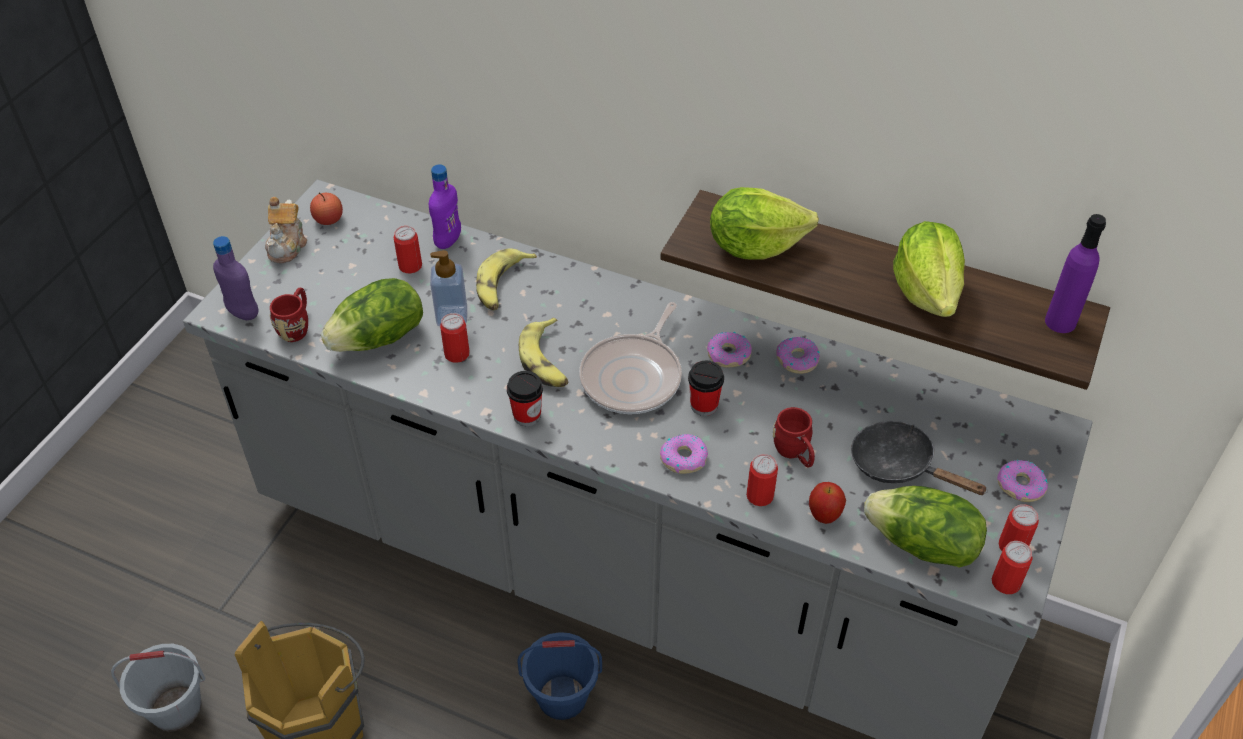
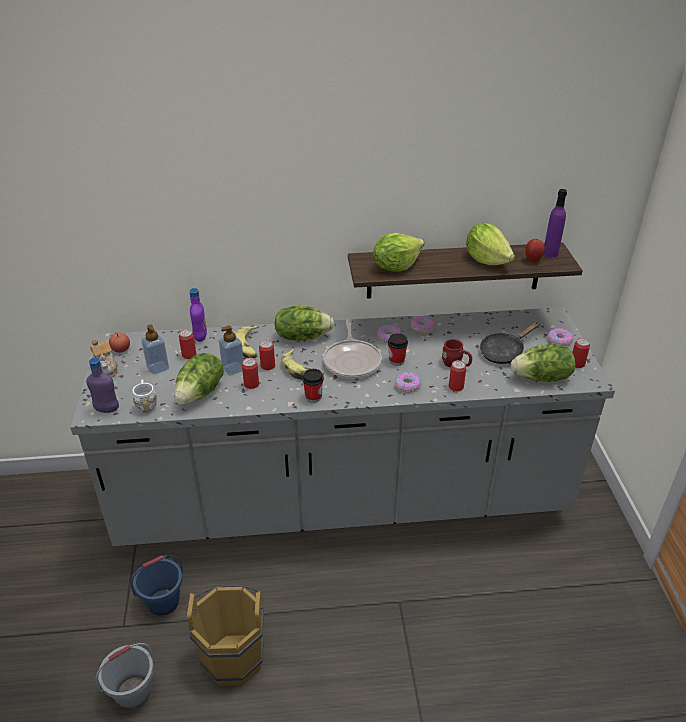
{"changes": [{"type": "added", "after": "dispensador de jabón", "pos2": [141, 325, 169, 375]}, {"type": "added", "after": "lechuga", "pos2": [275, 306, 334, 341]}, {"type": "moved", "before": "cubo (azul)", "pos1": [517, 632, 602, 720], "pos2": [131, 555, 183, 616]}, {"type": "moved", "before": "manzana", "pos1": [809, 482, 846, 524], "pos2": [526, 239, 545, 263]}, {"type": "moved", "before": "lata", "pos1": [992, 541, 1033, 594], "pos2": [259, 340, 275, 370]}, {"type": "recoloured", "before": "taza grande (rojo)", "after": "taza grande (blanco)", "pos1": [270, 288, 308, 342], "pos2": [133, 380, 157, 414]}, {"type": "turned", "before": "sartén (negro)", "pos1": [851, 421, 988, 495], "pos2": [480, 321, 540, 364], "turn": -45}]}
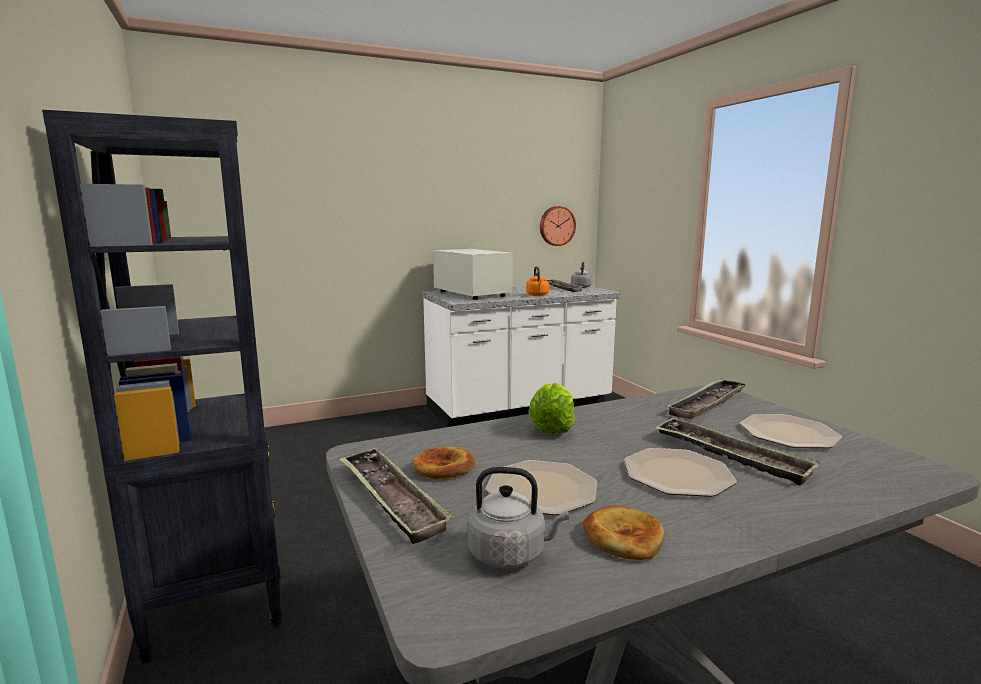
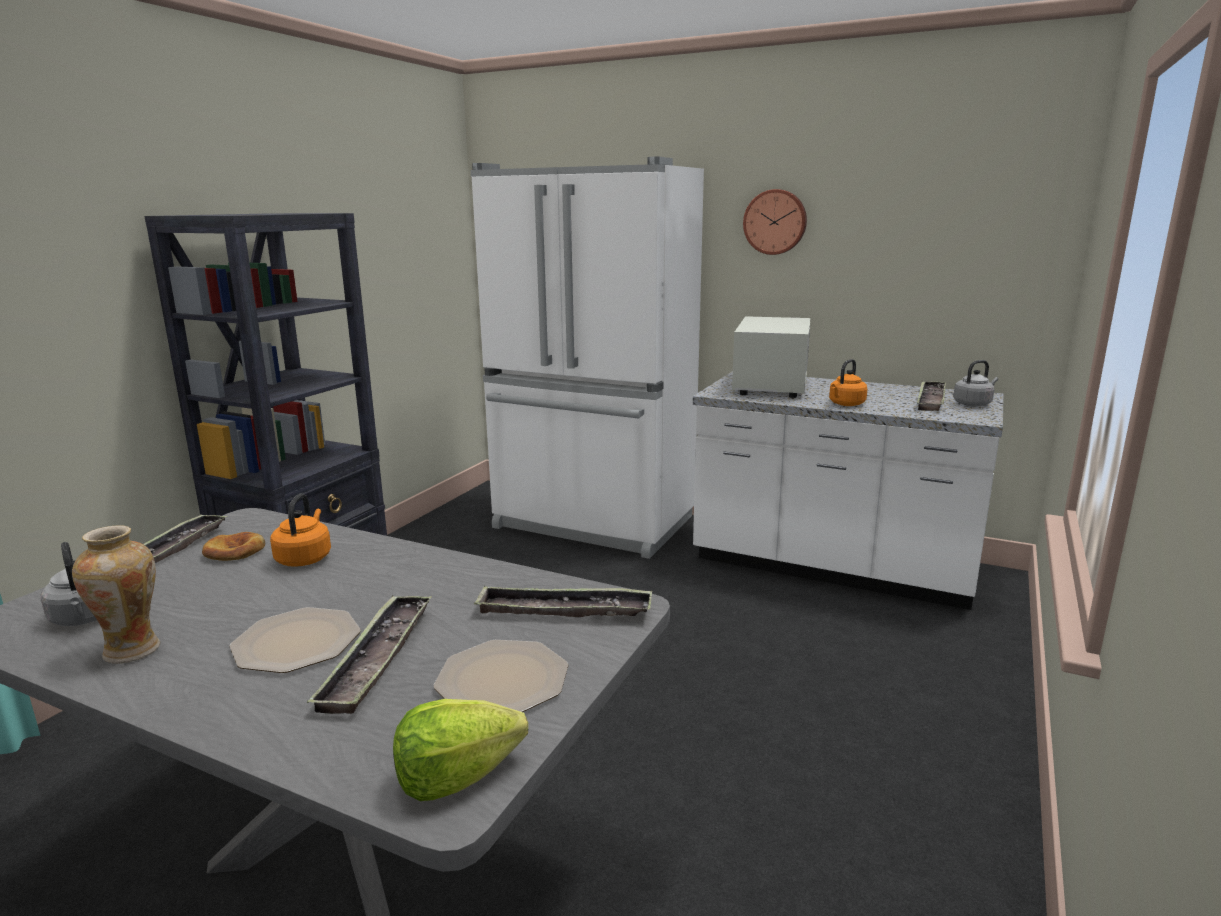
{"changes": [{"type": "removed", "before": "plato", "pos1": [485, 460, 597, 515]}, {"type": "added", "after": "hervidor (naranja)", "pos2": [270, 493, 331, 567]}, {"type": "added", "after": "nevera (blanco)", "pos2": [471, 157, 704, 559]}, {"type": "moved", "before": "lechuga", "pos1": [528, 383, 575, 435], "pos2": [393, 699, 528, 801]}, {"type": "moved", "before": "reloj de pared", "pos1": [540, 206, 576, 246], "pos2": [743, 189, 807, 255]}, {"type": "replaced", "before": "pan", "after": "florero", "pos1": [583, 506, 665, 560], "pos2": [72, 525, 160, 664]}]}
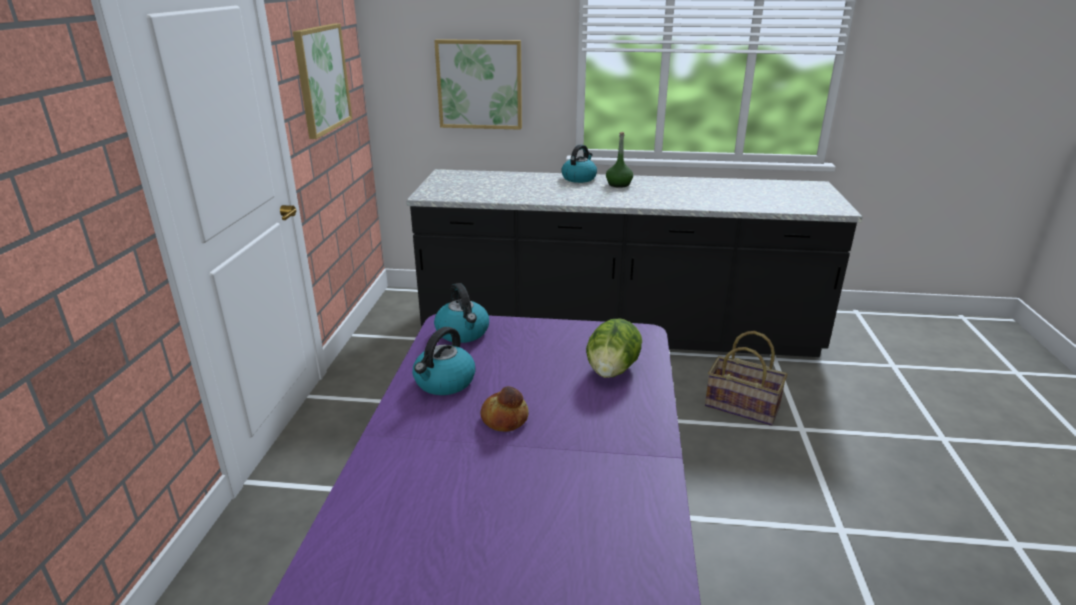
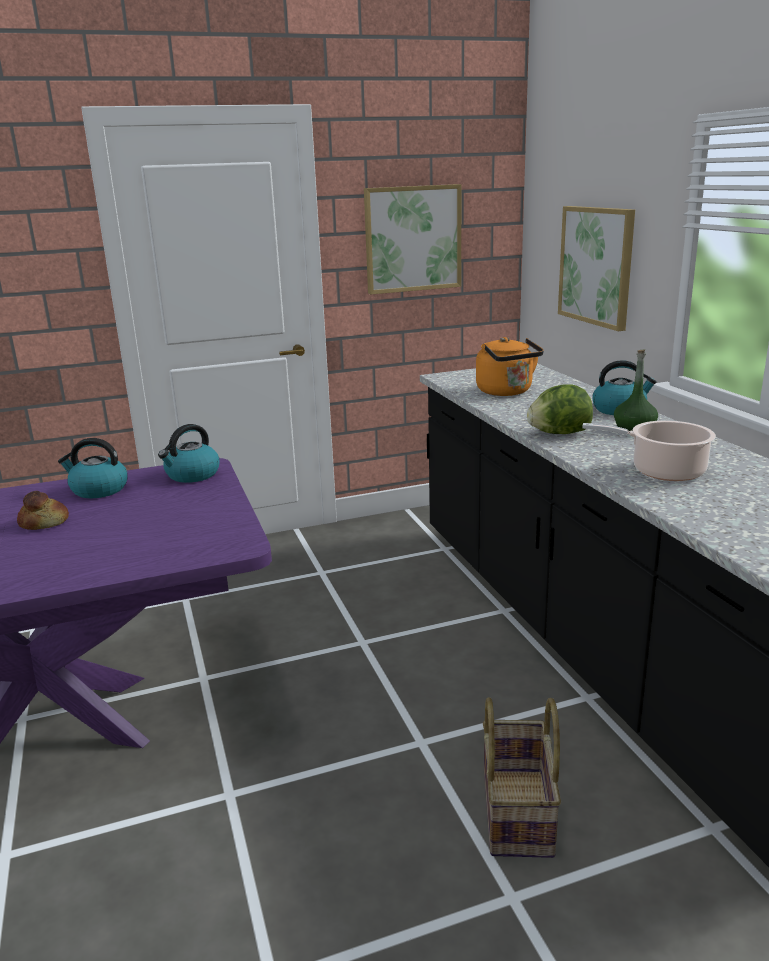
{"changes": [{"type": "added", "after": "hervidor (naranja)", "pos2": [476, 337, 544, 396]}, {"type": "added", "after": "olla", "pos2": [582, 421, 716, 481]}, {"type": "moved", "before": "lechuga", "pos1": [586, 318, 642, 378], "pos2": [527, 384, 593, 434]}]}
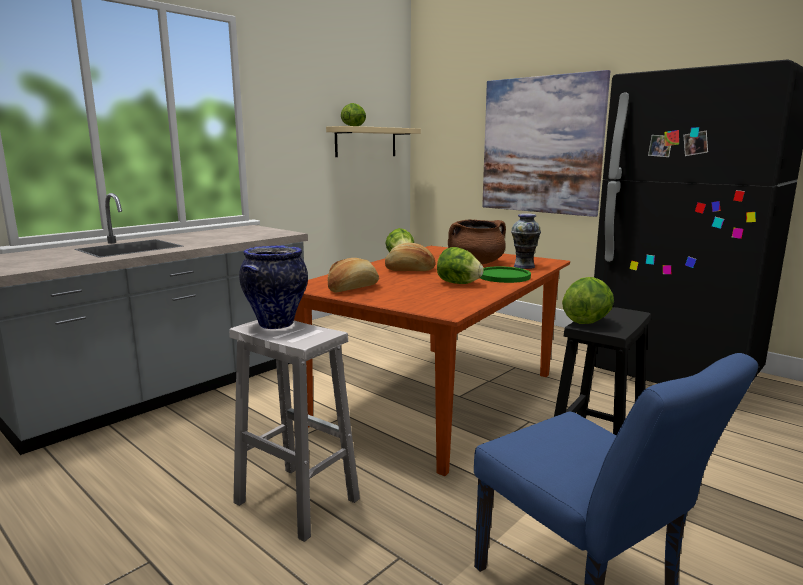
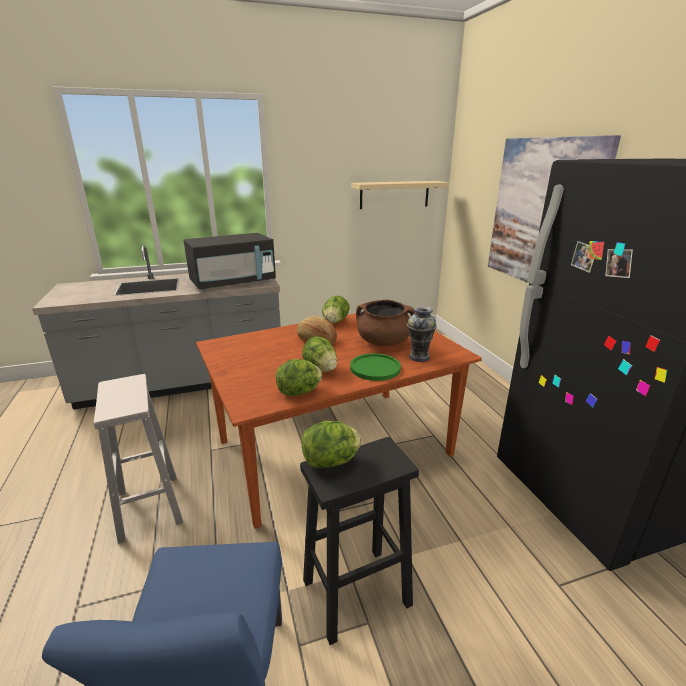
{"changes": [{"type": "removed", "before": "florero", "pos1": [239, 245, 308, 329]}, {"type": "removed", "before": "pan", "pos1": [328, 258, 379, 292]}, {"type": "added", "after": "microondas (negro)", "pos2": [184, 233, 276, 290]}, {"type": "moved", "before": "lechuga", "pos1": [341, 103, 366, 126], "pos2": [276, 359, 322, 396]}]}
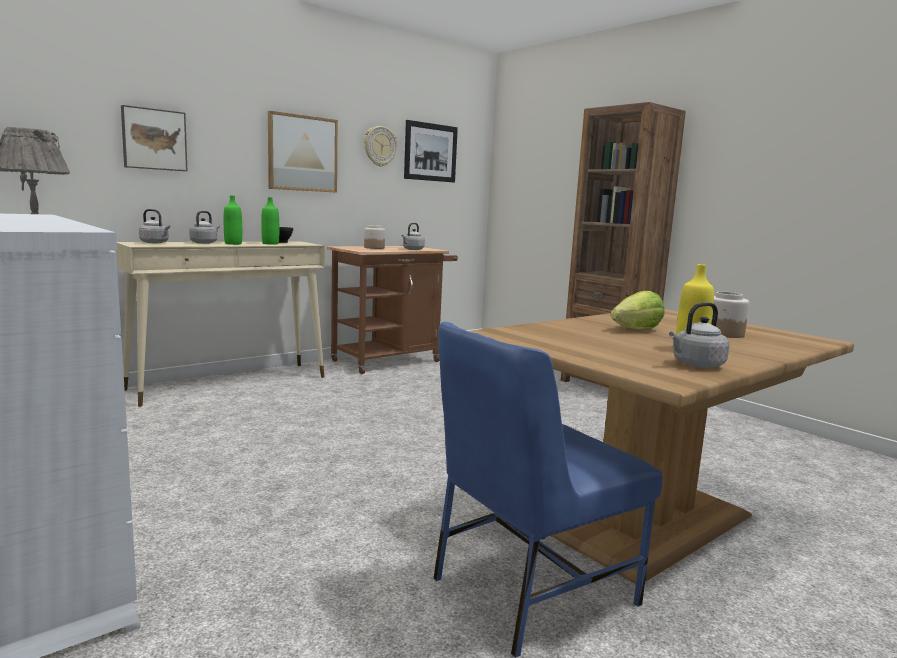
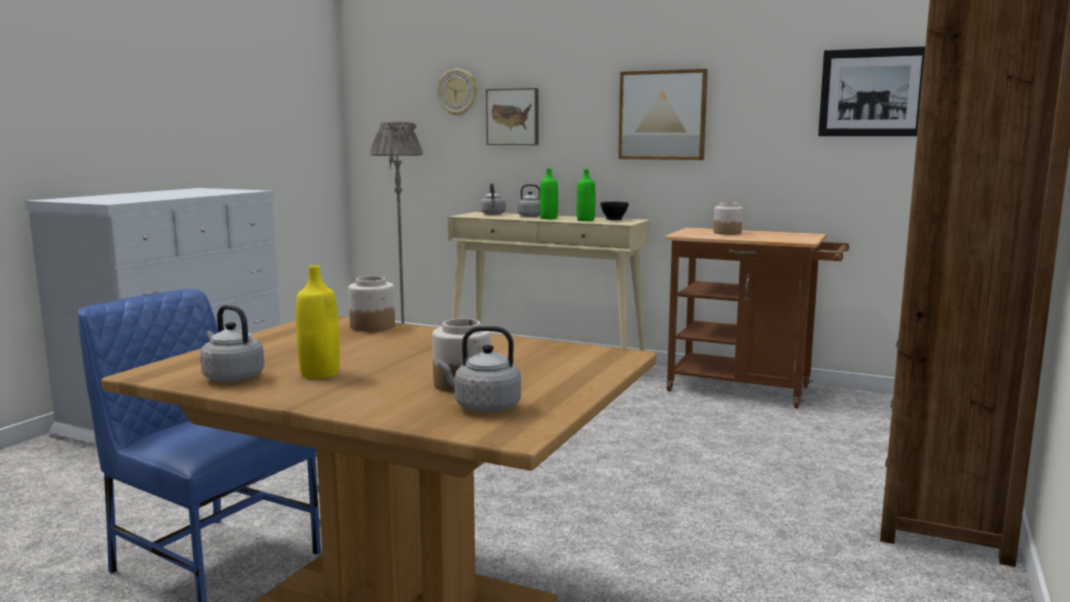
{"changes": [{"type": "removed", "before": "lechuga", "pos1": [611, 291, 664, 329]}, {"type": "added", "after": "tarro", "pos2": [348, 276, 395, 332]}, {"type": "moved", "before": "reloj de pared", "pos1": [364, 126, 397, 167], "pos2": [437, 69, 477, 116]}, {"type": "moved", "before": "hervidor (gris)", "pos1": [402, 223, 425, 250], "pos2": [438, 326, 521, 413]}]}
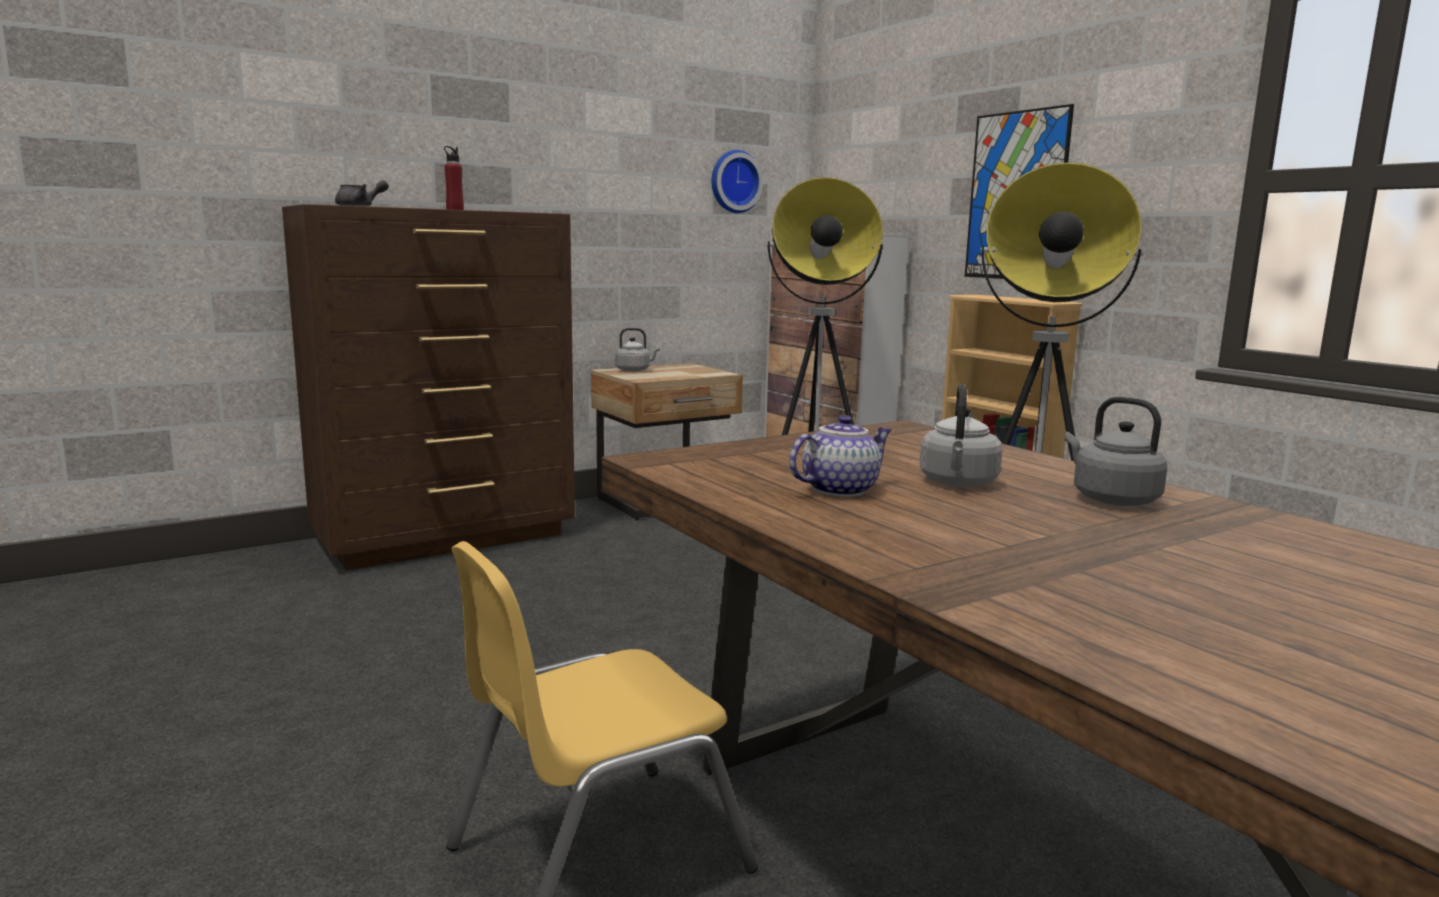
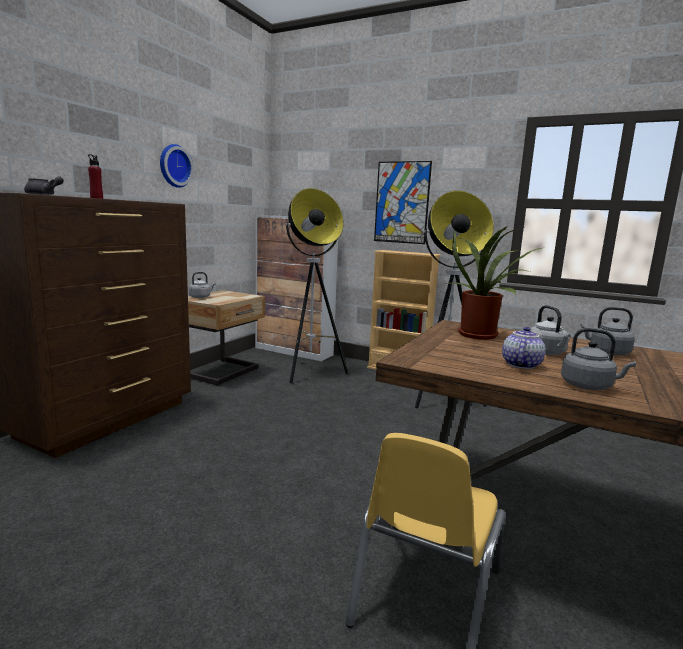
{"changes": [{"type": "added", "after": "planta en maceta", "pos2": [446, 226, 542, 340]}, {"type": "added", "after": "hervidor (gris)", "pos2": [561, 328, 636, 390]}, {"type": "moved", "before": "reloj de pared", "pos1": [712, 150, 763, 213], "pos2": [160, 144, 194, 188]}]}
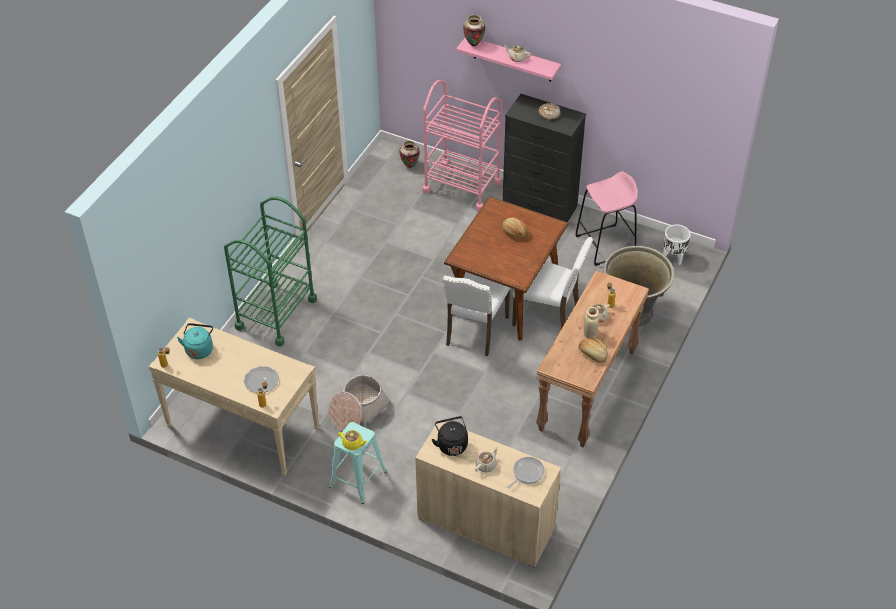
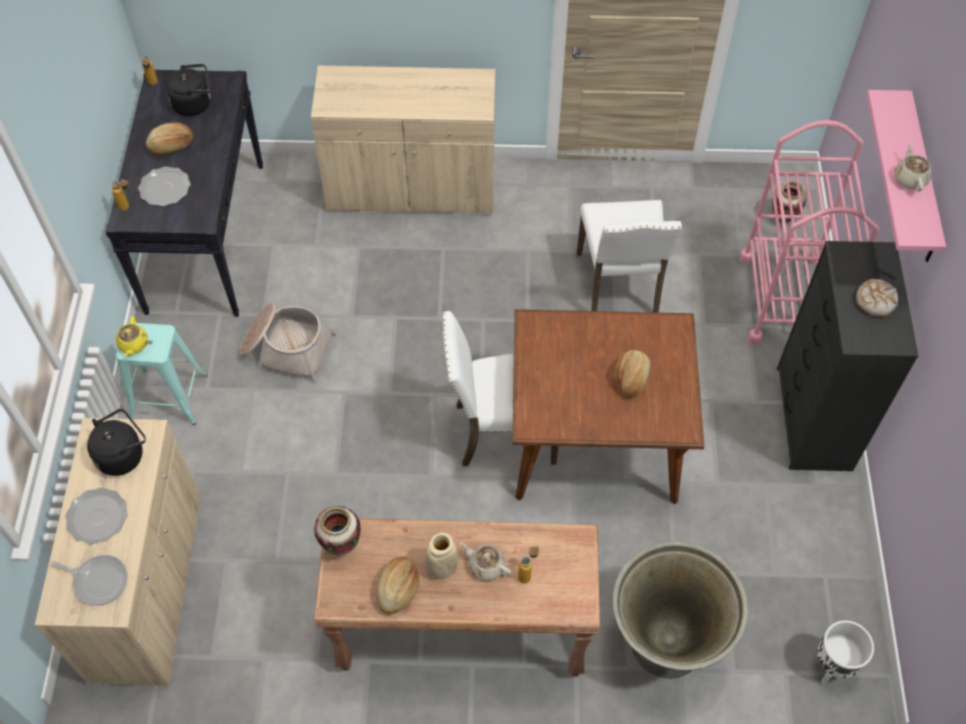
{"changes": [{"type": "removed", "before": "taburete (rosa)", "pos1": [575, 172, 638, 266]}, {"type": "added", "after": "pan", "pos2": [146, 122, 194, 155]}, {"type": "moved", "before": "florero", "pos1": [463, 15, 485, 46], "pos2": [314, 506, 361, 556]}, {"type": "moved", "before": "silla (blanco)", "pos1": [512, 237, 593, 327], "pos2": [577, 200, 682, 313]}, {"type": "replaced", "before": "carrito (verde)", "after": "armario (beis)", "pos1": [224, 197, 317, 346], "pos2": [311, 66, 495, 214]}, {"type": "replaced", "before": "tetera (beis)", "after": "plato", "pos1": [475, 447, 498, 473], "pos2": [65, 487, 128, 544]}, {"type": "recoloured", "before": "mesa consola (beis)", "after": "mesa consola (negro)", "pos1": [149, 318, 319, 476], "pos2": [106, 69, 263, 317]}, {"type": "recoloured", "before": "hervidor (turquesa)", "after": "hervidor (negro)", "pos1": [177, 323, 213, 359], "pos2": [166, 64, 211, 116]}]}
